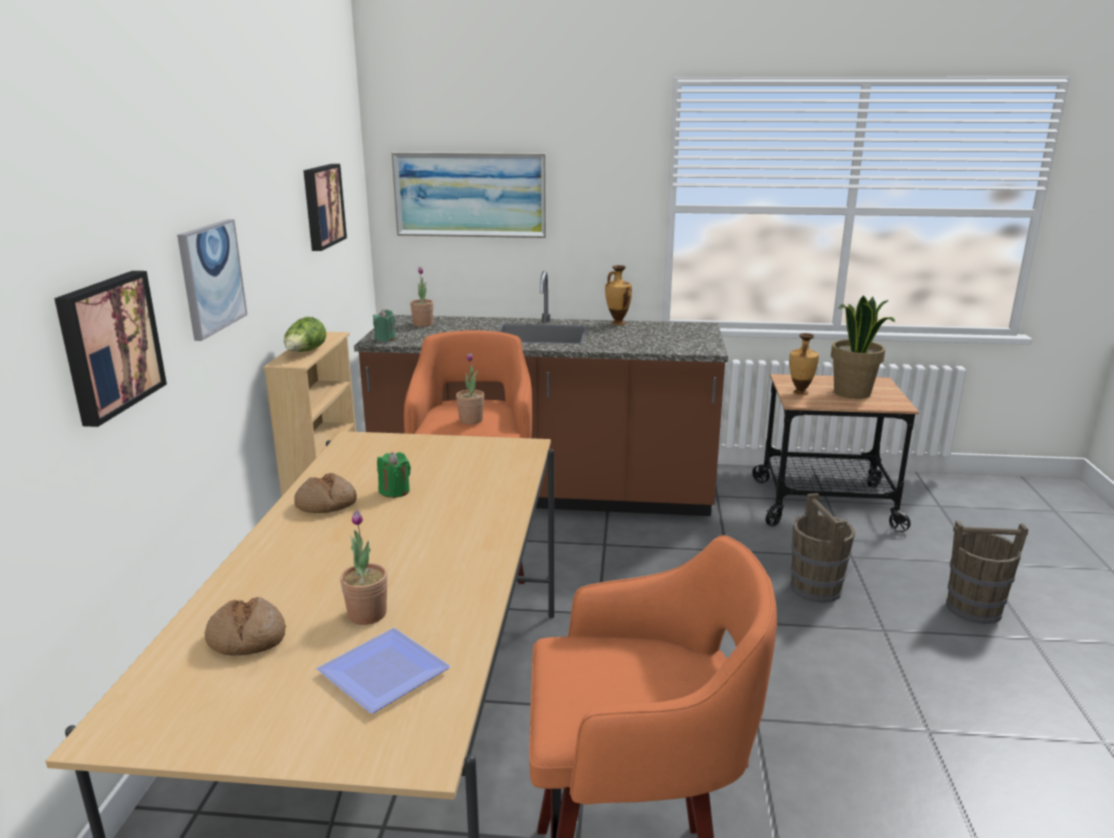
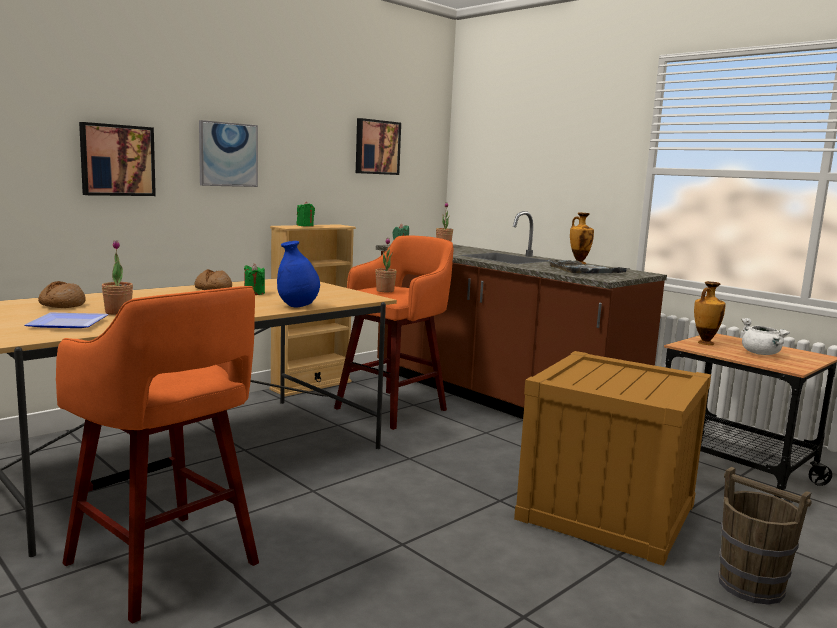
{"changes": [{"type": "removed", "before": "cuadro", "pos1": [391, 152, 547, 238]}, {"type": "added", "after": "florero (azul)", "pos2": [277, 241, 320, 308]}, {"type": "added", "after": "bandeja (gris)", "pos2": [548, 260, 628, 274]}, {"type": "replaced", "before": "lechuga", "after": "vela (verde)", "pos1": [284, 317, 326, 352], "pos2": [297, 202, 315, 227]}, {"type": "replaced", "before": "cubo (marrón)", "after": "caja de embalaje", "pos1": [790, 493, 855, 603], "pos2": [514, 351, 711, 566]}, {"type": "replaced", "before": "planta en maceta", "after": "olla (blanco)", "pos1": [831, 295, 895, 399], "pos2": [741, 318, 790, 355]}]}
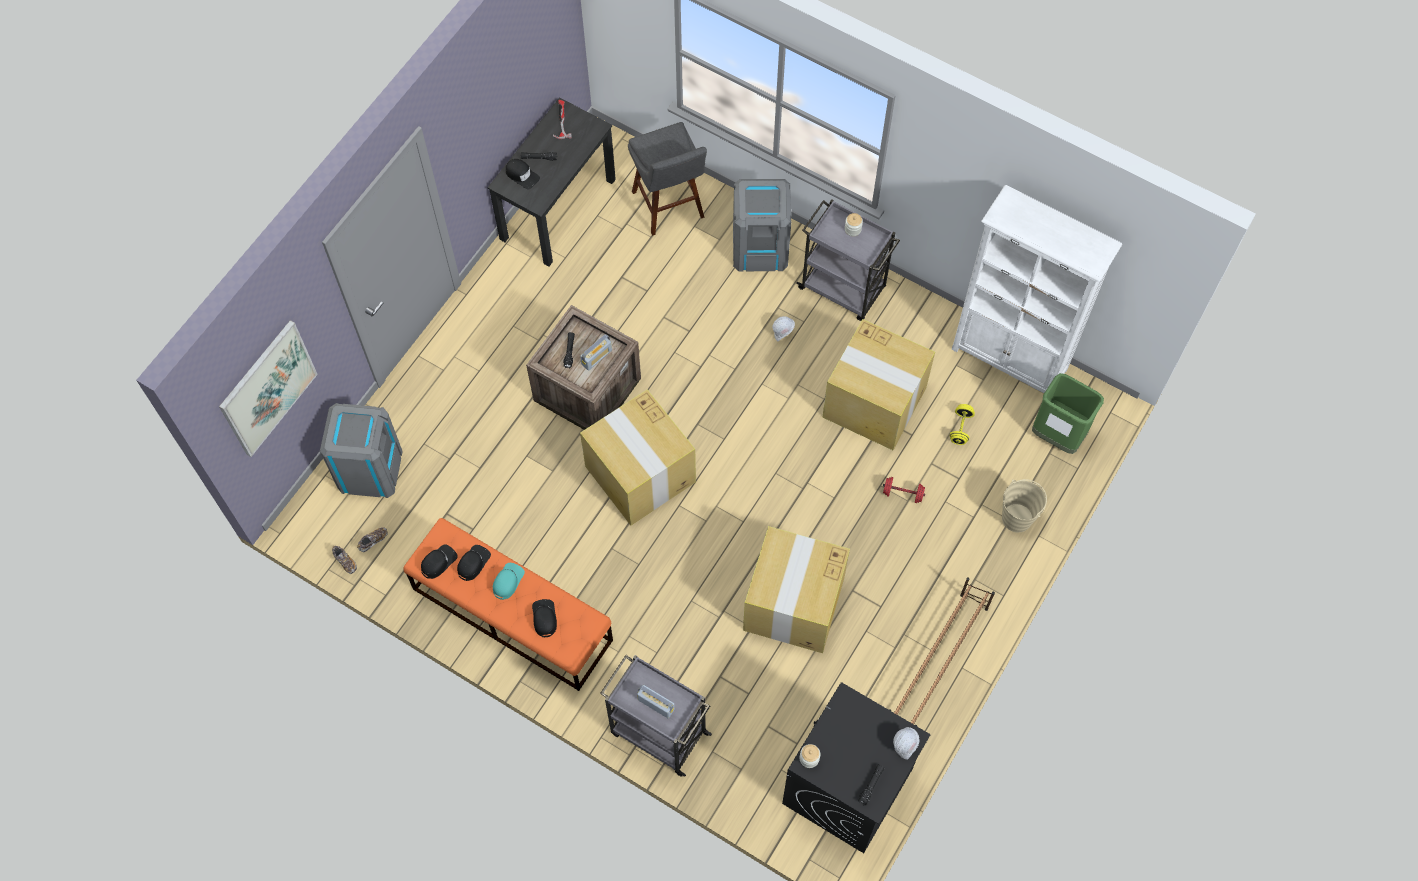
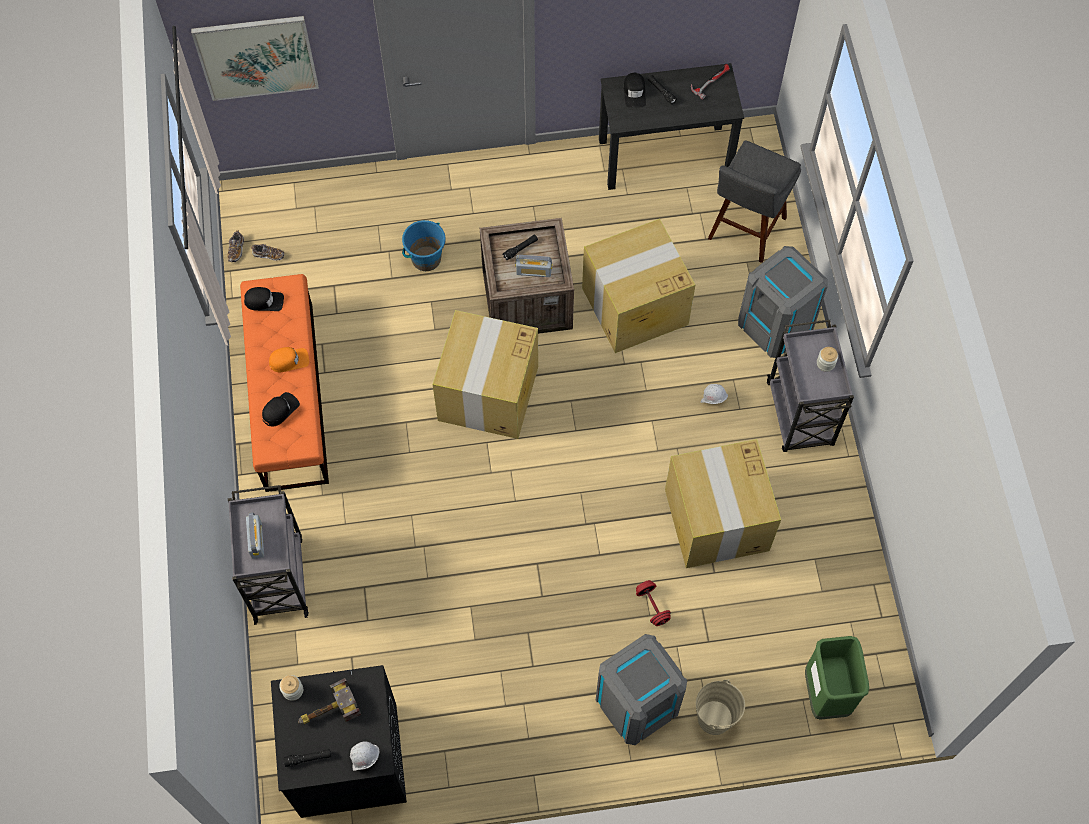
{"changes": [{"type": "removed", "before": "gorra (negro)", "pos1": [457, 545, 491, 581]}, {"type": "removed", "before": "zapatero (marrón)", "pos1": [889, 577, 995, 726]}, {"type": "removed", "before": "mancuerna (amarillo)", "pos1": [950, 404, 975, 445]}, {"type": "removed", "before": "estantería (blanco)", "pos1": [951, 185, 1122, 393]}, {"type": "added", "after": "martillo", "pos2": [298, 678, 361, 724]}, {"type": "added", "after": "cubo (azul)", "pos2": [402, 220, 446, 271]}, {"type": "moved", "before": "papelera (gris)", "pos1": [320, 403, 403, 498], "pos2": [596, 634, 687, 745]}, {"type": "moved", "before": "caja de cartón", "pos1": [743, 526, 850, 653], "pos2": [582, 219, 695, 353]}, {"type": "recoloured", "before": "gorra (turquesa)", "after": "gorra (naranja)", "pos1": [493, 563, 525, 600], "pos2": [269, 347, 309, 372]}]}
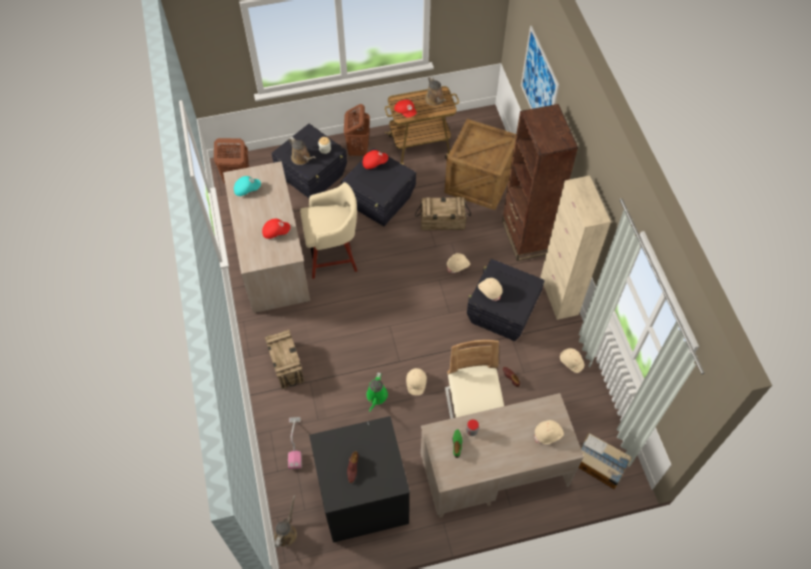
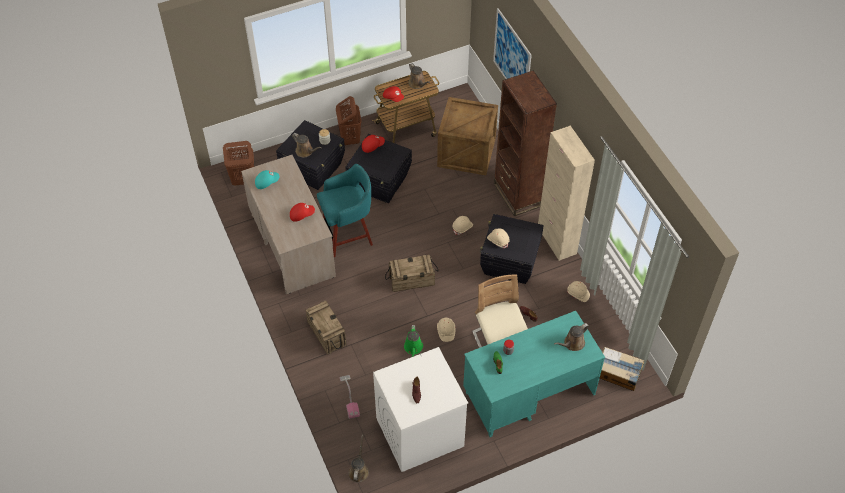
{"changes": [{"type": "moved", "before": "caja de embalaje", "pos1": [415, 197, 471, 230], "pos2": [385, 255, 439, 292]}, {"type": "replaced", "before": "casco (beis)", "after": "regadera (marrón)", "pos1": [535, 420, 564, 444], "pos2": [554, 323, 589, 351]}, {"type": "recoloured", "before": "taburete (beis)", "after": "taburete (turquesa)", "pos1": [300, 182, 357, 279], "pos2": [317, 164, 373, 257]}, {"type": "recoloured", "before": "lavadora (negro)", "after": "lavadora (blanco)", "pos1": [309, 416, 410, 543], "pos2": [373, 347, 468, 472]}, {"type": "recoloured", "before": "escritorio (beis)", "after": "escritorio (turquesa)", "pos1": [420, 393, 584, 518], "pos2": [463, 311, 605, 437]}]}
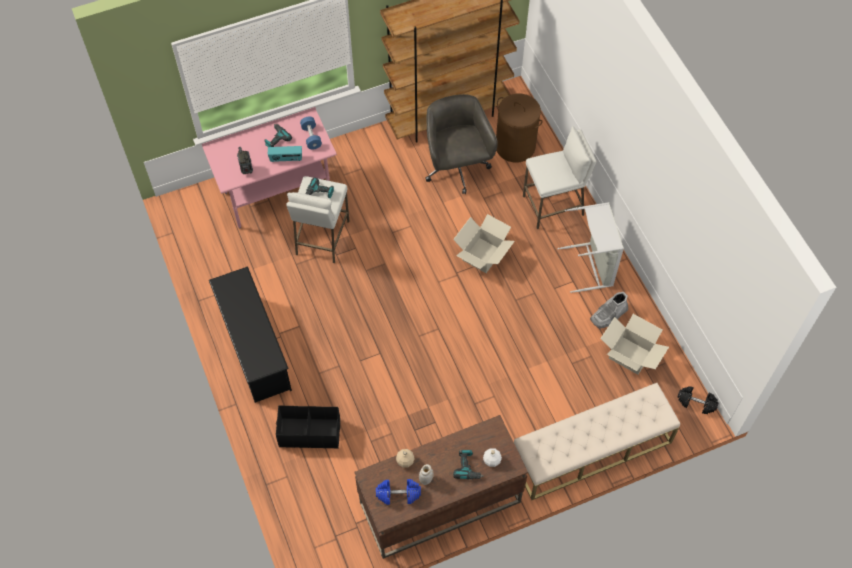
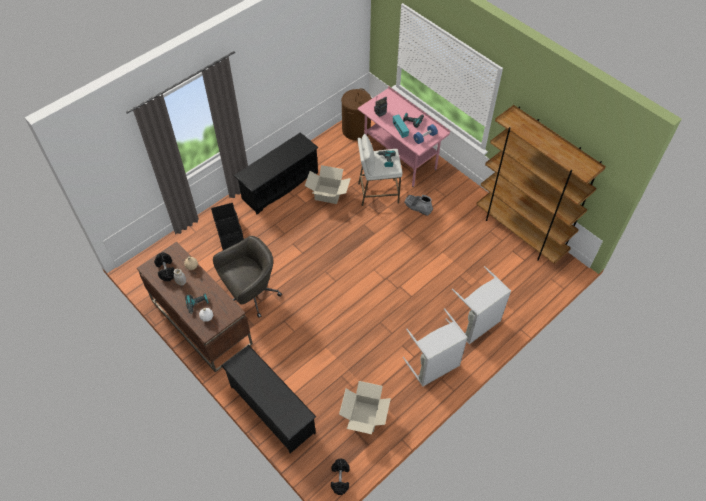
{"changes": [{"type": "moved", "before": "silla de oficina (gris)", "pos1": [426, 94, 498, 194], "pos2": [213, 236, 282, 318]}, {"type": "moved", "before": "caja de cartón", "pos1": [453, 214, 515, 273], "pos2": [305, 165, 351, 204]}, {"type": "moved", "before": "cesto de la ropa (marrón)", "pos1": [496, 94, 543, 162], "pos2": [341, 88, 372, 140]}, {"type": "moved", "before": "bota (gris)", "pos1": [590, 292, 628, 329], "pos2": [404, 195, 433, 216]}, {"type": "replaced", "before": "banco (beis)", "after": "zapatero (negro)", "pos1": [514, 383, 680, 500], "pos2": [222, 345, 316, 454]}, {"type": "replaced", "before": "taburete (blanco)", "after": "cesto de la ropa (gris)", "pos1": [523, 126, 597, 229], "pos2": [446, 266, 511, 344]}, {"type": "recoloured", "before": "mancuerna (azul)", "after": "mancuerna (negro)", "pos1": [376, 479, 421, 505], "pos2": [154, 252, 175, 281]}]}
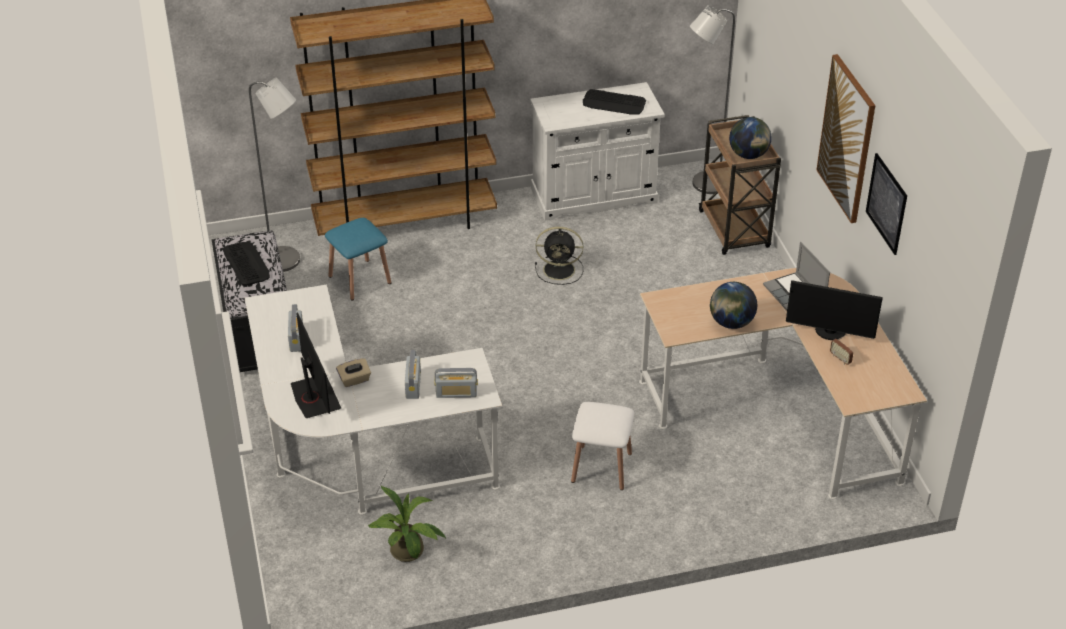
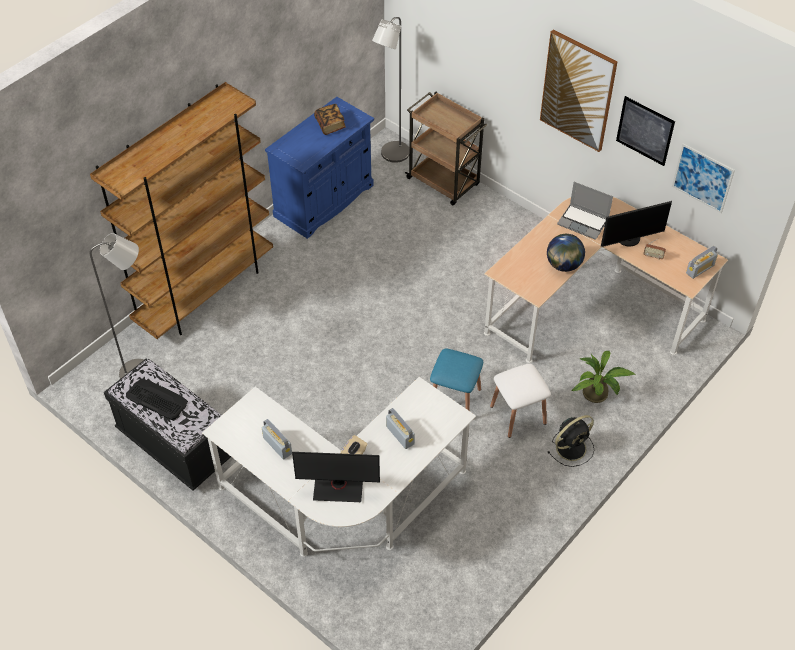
{"changes": [{"type": "removed", "before": "globo terráqueo", "pos1": [729, 117, 772, 159]}, {"type": "added", "after": "cuadro", "pos2": [672, 143, 735, 213]}, {"type": "moved", "before": "taburete (azul)", "pos1": [325, 218, 391, 300], "pos2": [430, 349, 483, 411]}, {"type": "moved", "before": "planta en maceta", "pos1": [368, 486, 446, 562], "pos2": [571, 351, 635, 403]}, {"type": "moved", "before": "radio", "pos1": [435, 368, 478, 398], "pos2": [686, 246, 718, 279]}, {"type": "moved", "before": "ventilador (negro)", "pos1": [535, 227, 583, 285], "pos2": [547, 415, 594, 467]}, {"type": "replaced", "before": "teclado", "after": "libro", "pos1": [583, 89, 646, 114], "pos2": [314, 104, 346, 135]}, {"type": "recoloured", "before": "armario (blanco)", "after": "armario (azul)", "pos1": [530, 82, 665, 221], "pos2": [265, 97, 374, 239]}, {"type": "turned", "before": "monitor", "pos1": [291, 312, 341, 418], "pos2": [292, 452, 380, 502], "turn": 150}]}
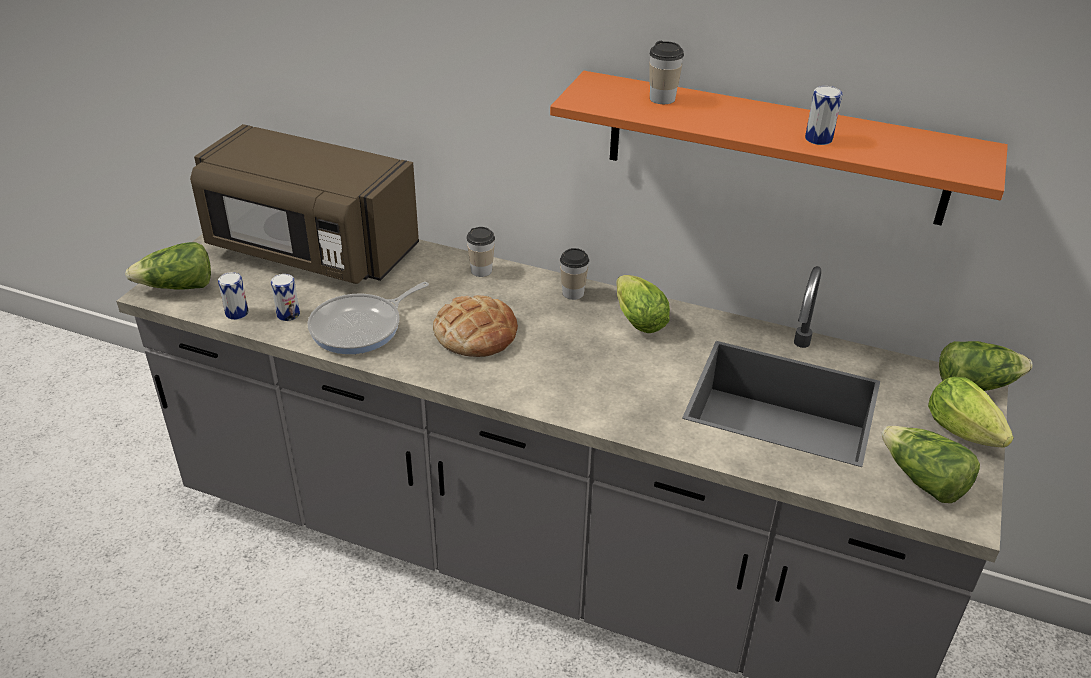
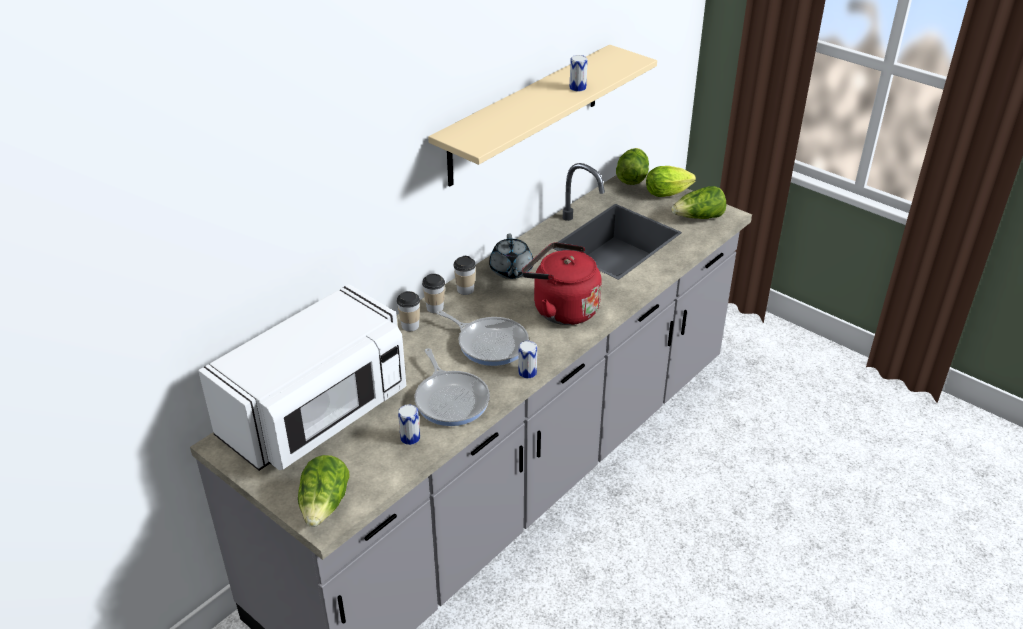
{"changes": [{"type": "added", "after": "hervidor (rojo)", "pos2": [522, 242, 602, 325]}, {"type": "moved", "before": "lata", "pos1": [218, 272, 249, 320], "pos2": [518, 341, 537, 379]}, {"type": "moved", "before": "taza", "pos1": [649, 41, 684, 104], "pos2": [422, 274, 445, 313]}, {"type": "replaced", "before": "pan", "after": "sartén", "pos1": [433, 295, 518, 357], "pos2": [437, 310, 529, 366]}, {"type": "replaced", "before": "lechuga", "after": "tetera (gris)", "pos1": [616, 275, 670, 333], "pos2": [489, 234, 533, 279]}, {"type": "recoloured", "before": "microondas (marrón)", "after": "microondas (blanco)", "pos1": [190, 124, 419, 284], "pos2": [198, 284, 406, 471]}, {"type": "recoloured", "before": "estante (naranja)", "after": "estante (beis)", "pos1": [550, 71, 1008, 225], "pos2": [428, 45, 657, 186]}]}
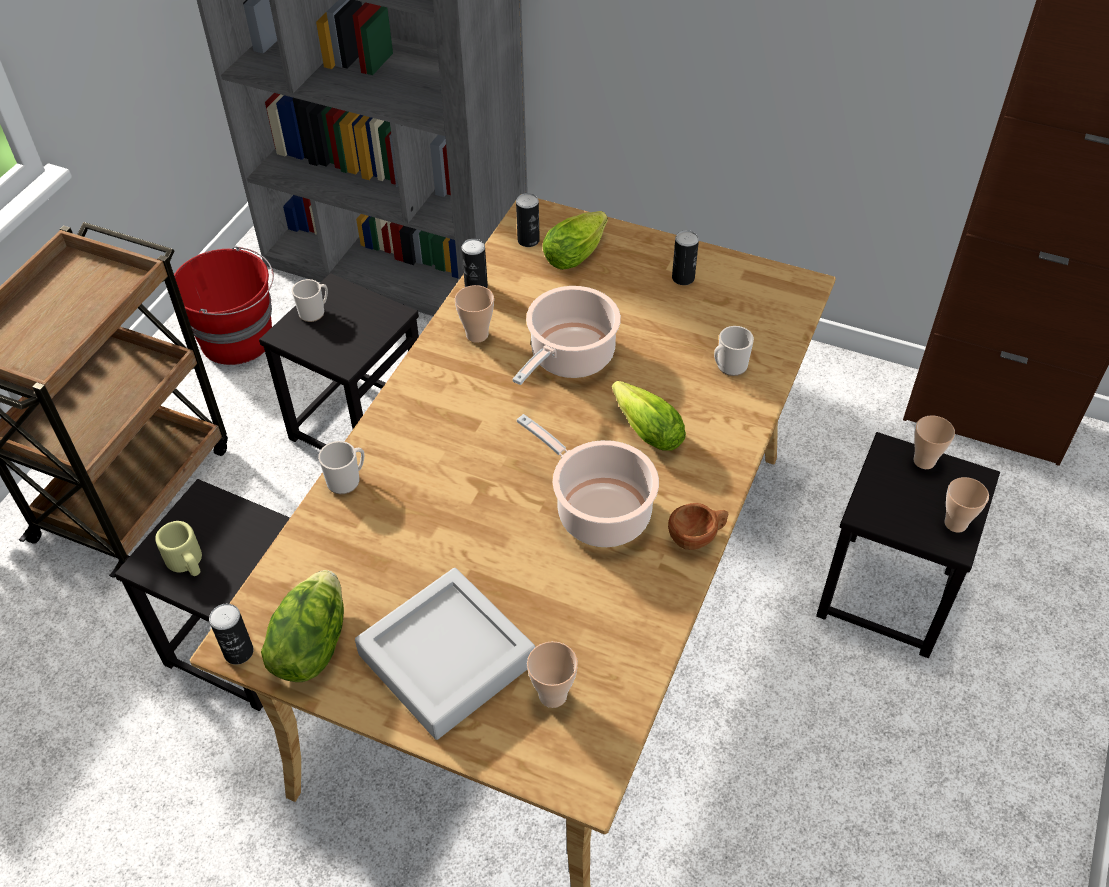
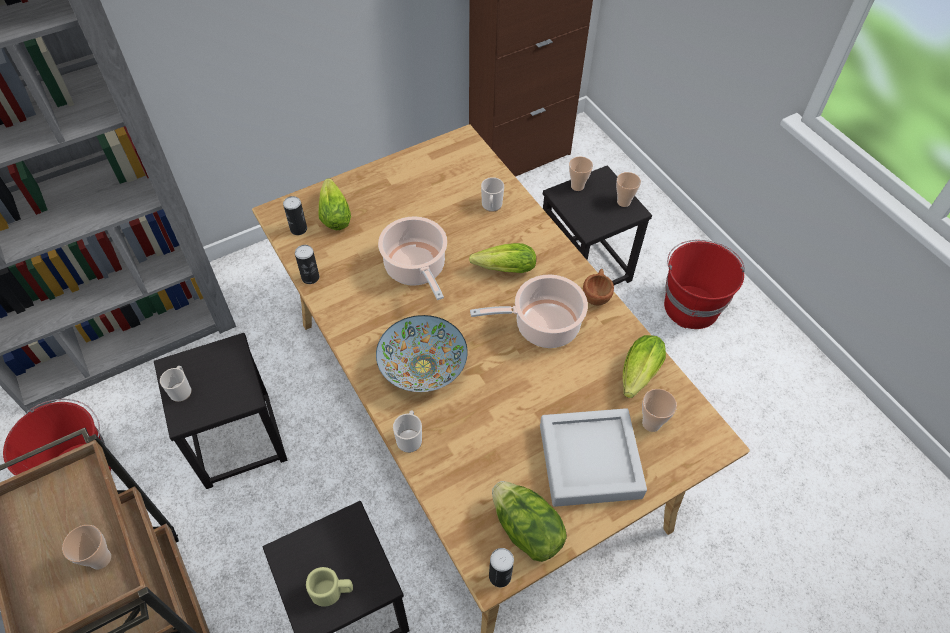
{"changes": [{"type": "removed", "before": "lata", "pos1": [672, 230, 699, 285]}, {"type": "added", "after": "cuenco", "pos2": [376, 315, 468, 392]}, {"type": "added", "after": "lechuga", "pos2": [623, 335, 666, 398]}, {"type": "added", "after": "cubo (rojo)", "pos2": [664, 240, 745, 329]}, {"type": "moved", "before": "taza", "pos1": [455, 285, 494, 343], "pos2": [62, 525, 111, 569]}]}
